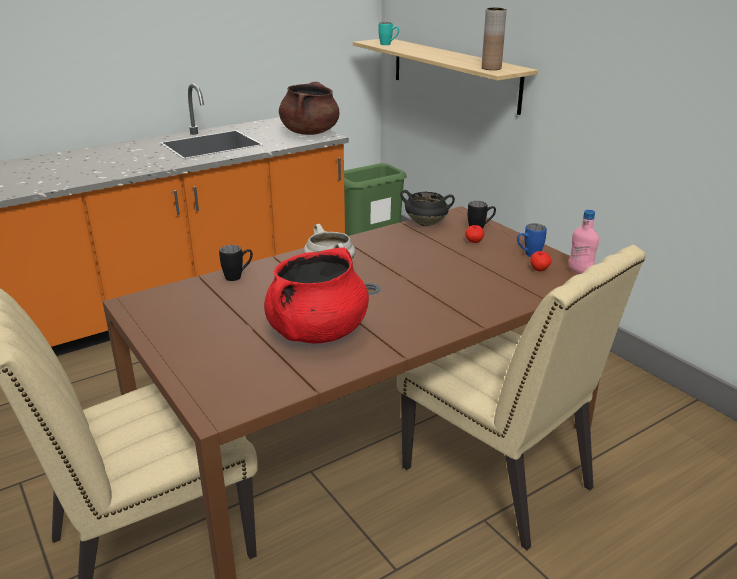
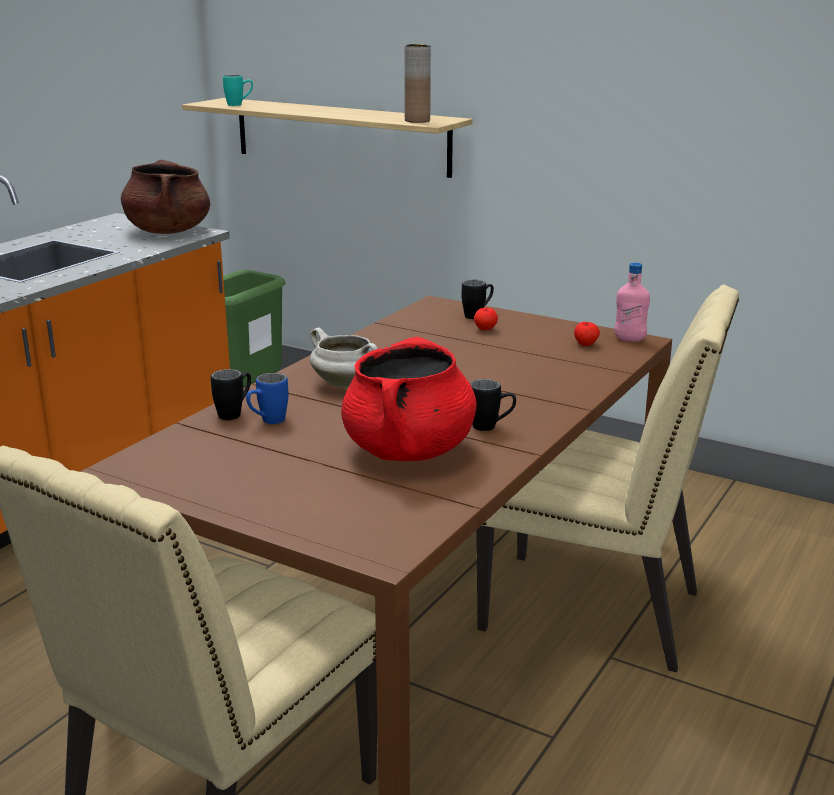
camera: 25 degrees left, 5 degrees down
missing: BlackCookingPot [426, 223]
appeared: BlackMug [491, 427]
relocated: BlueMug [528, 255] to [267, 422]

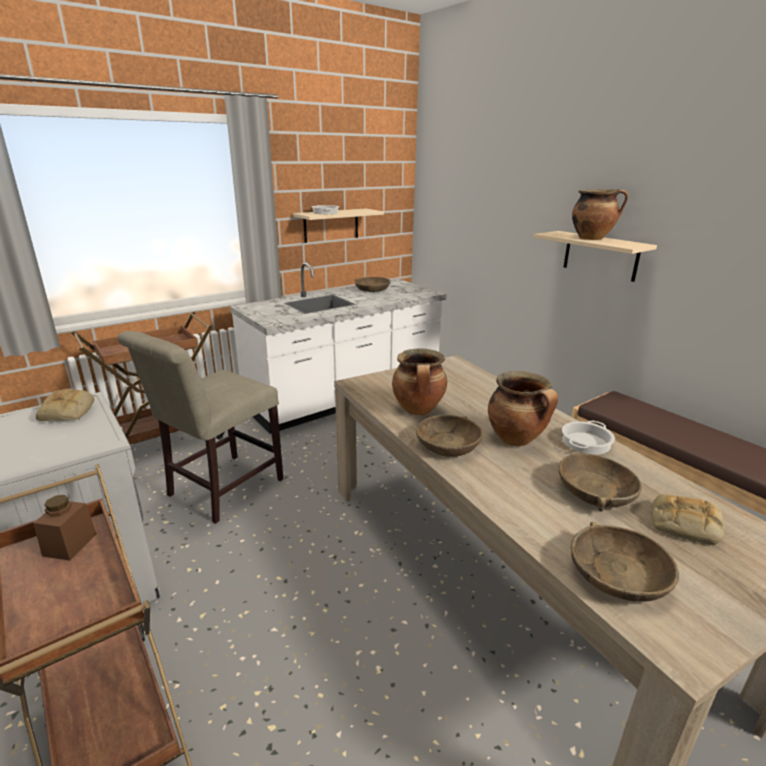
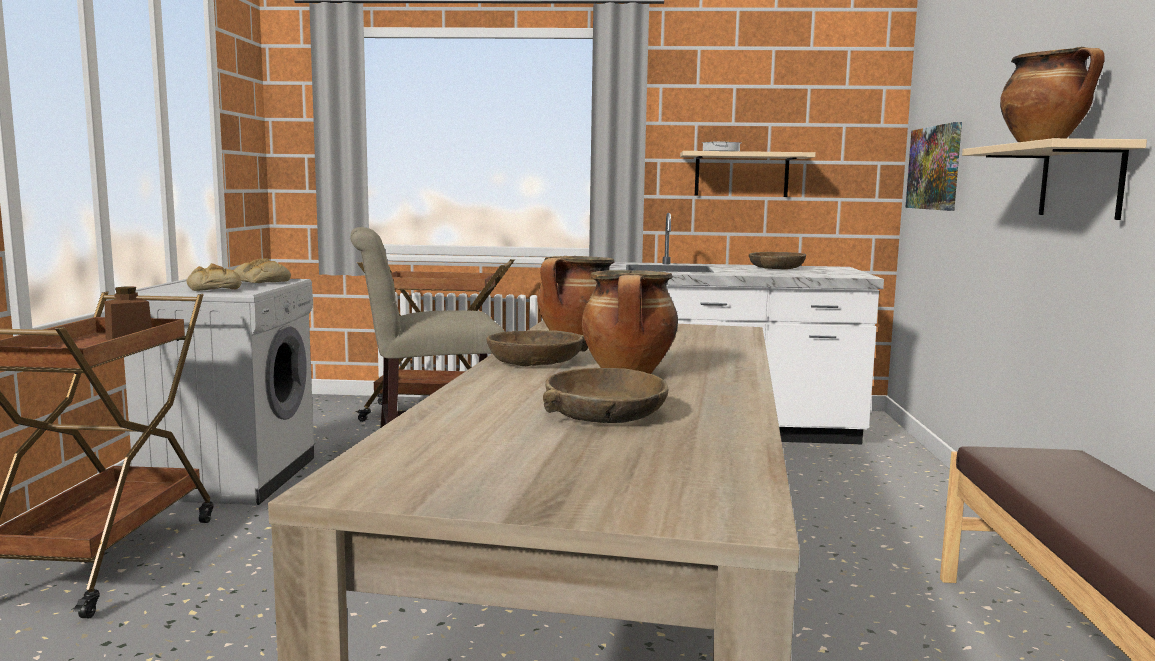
camera: 40 degrees right, 15 degrees down
missing: CookingPot [586, 443]; BrownBowl [617, 574]
appeared: Picture [935, 168]
relocated: Bread [683, 524] to [214, 288]

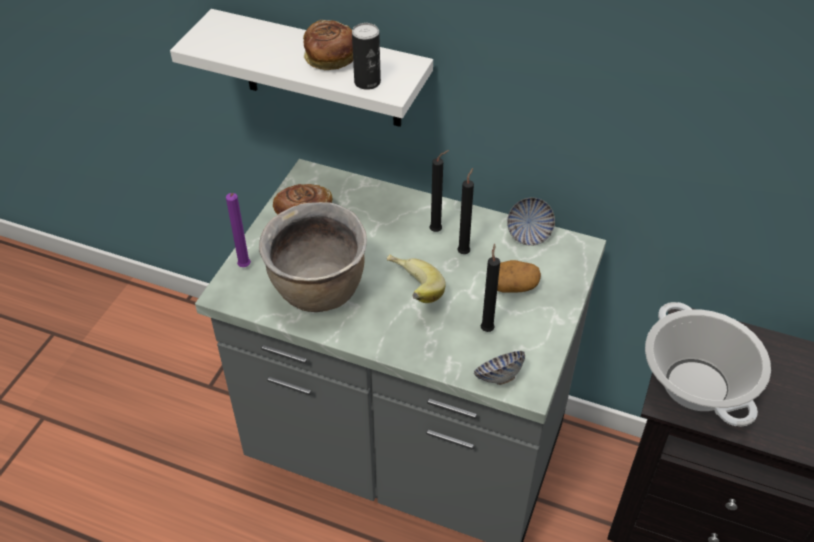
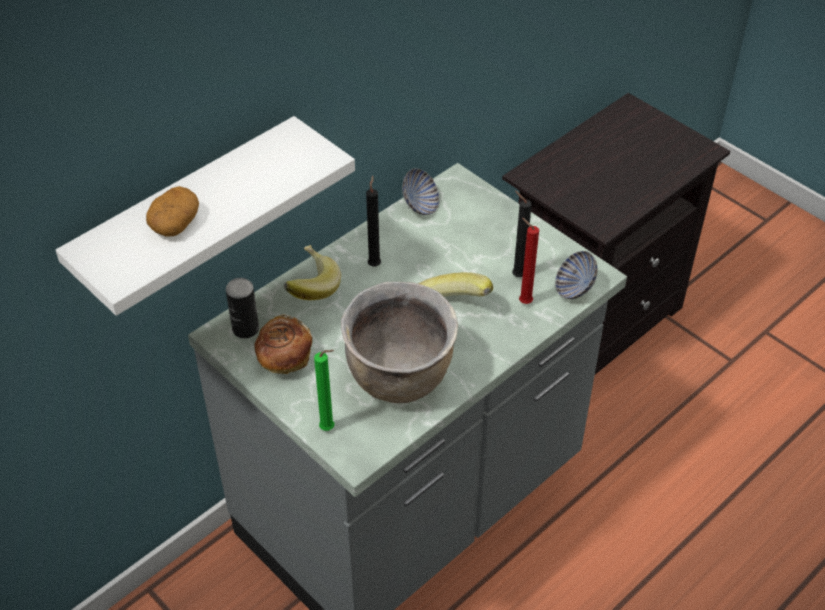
camera: 65 degrees left, 0 degrees up
missing: Bread [330, 59]; BlackCandle [464, 252]; CookingPot [695, 384]
appeared: Banana [308, 287]; RedCandle [523, 302]
relocated: Can [367, 82] to [245, 329]; Potato [514, 285] to [175, 223]
colour: PurpleCandle [244, 268] to GreenCandle [329, 429]

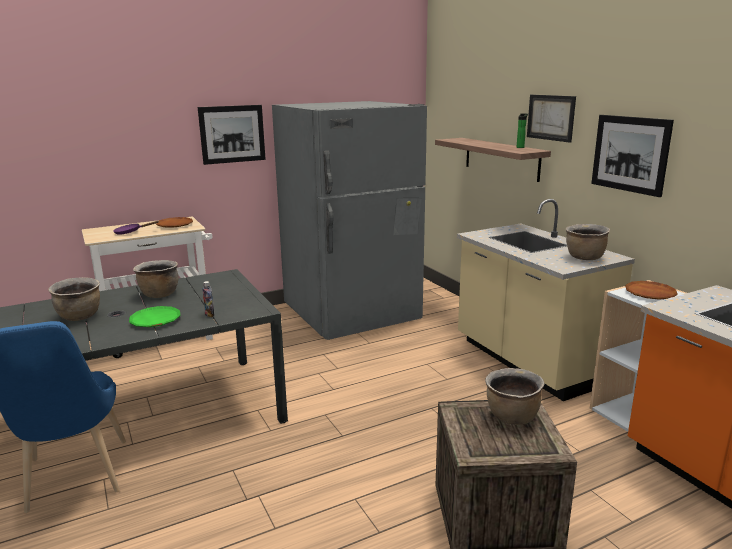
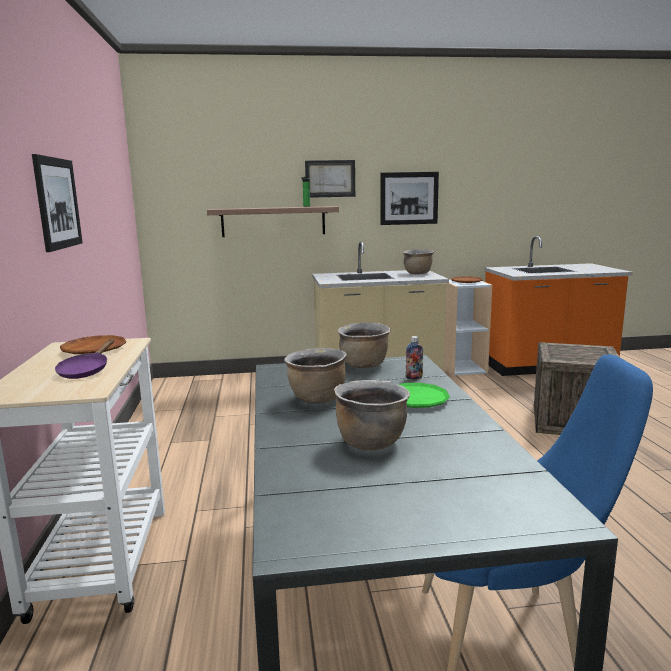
camera: 70 degrees left, 5 degrees down
missing: GreyFridge [352, 312]
relocated: BrownCookingPot [511, 417] to [364, 365]

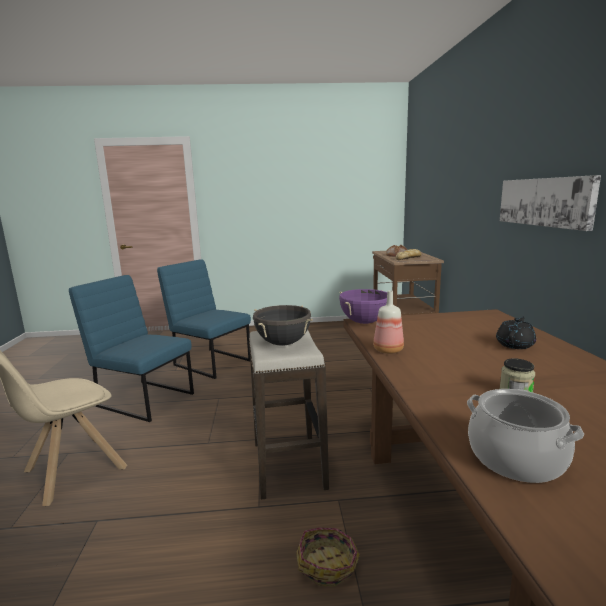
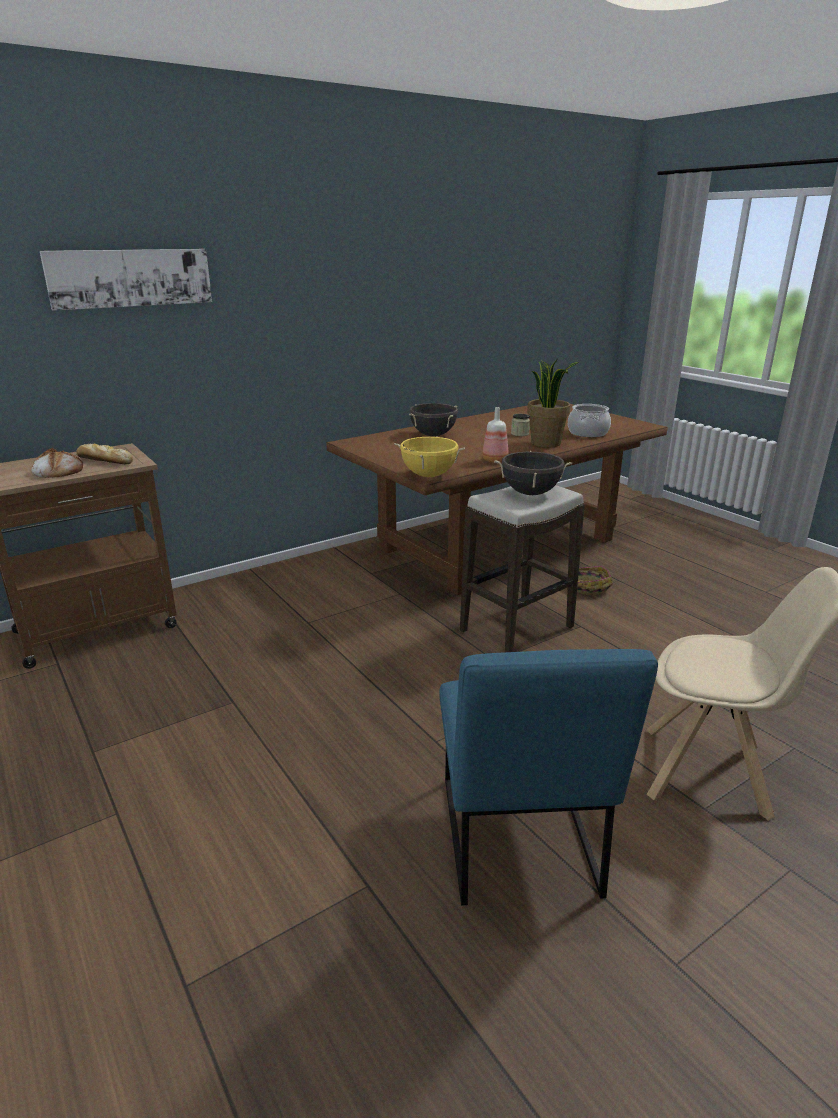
camera: 120 degrees left, 10 degrees up
missing: BlueChair [211, 362]
appeared: PottedPlant [546, 443]
relocated: Picture [544, 202] to [130, 278]
exchanged: BlackTeapot [515, 344] to BlackCookingPot [433, 435]
colour: PurpleCookingPot [364, 322] to YellowCookingPot [429, 475]

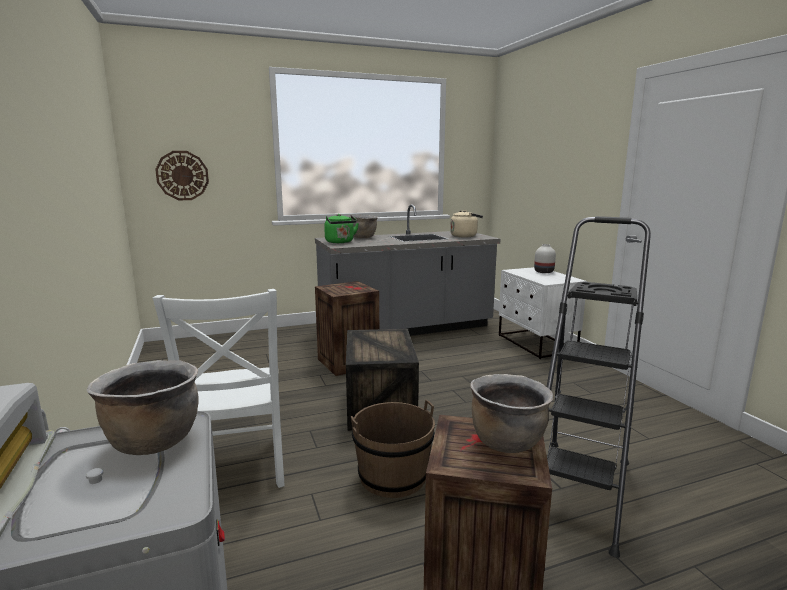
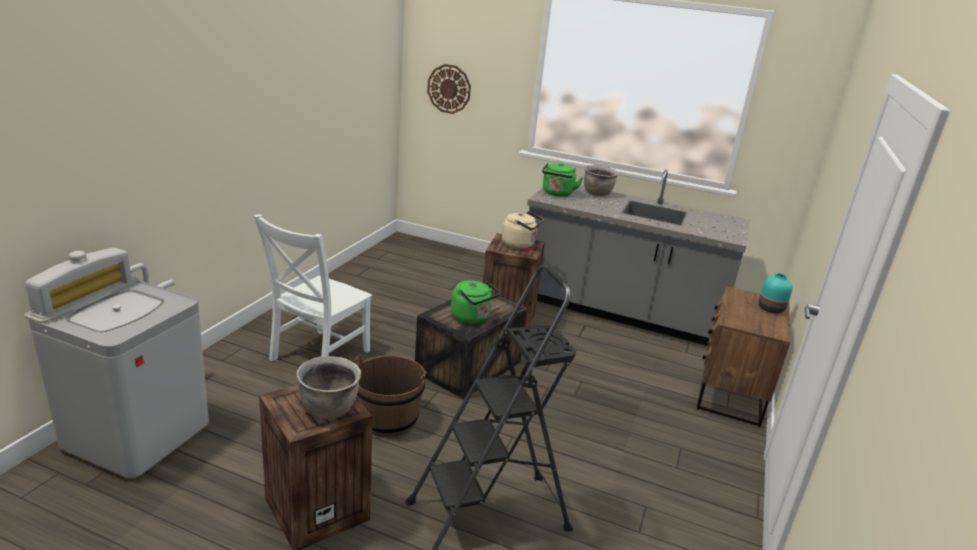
camera: 40 degrees right, 10 degrees up
missing: BrownCookingPot [153, 441]
appeared: GreenKettle [472, 318]
relocated: BeigeKettle [465, 236] to [520, 245]
colour: WhiteNightstand [536, 344] to BrownNightstand [729, 393]; WhiteVase [543, 272] to TurquoiseVase [770, 309]

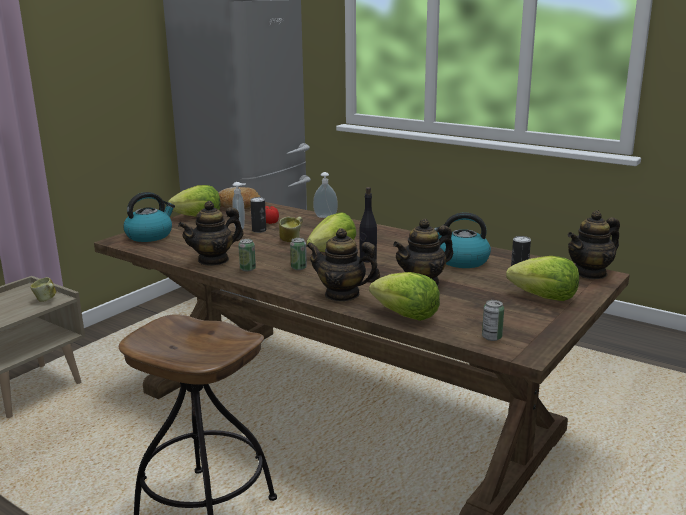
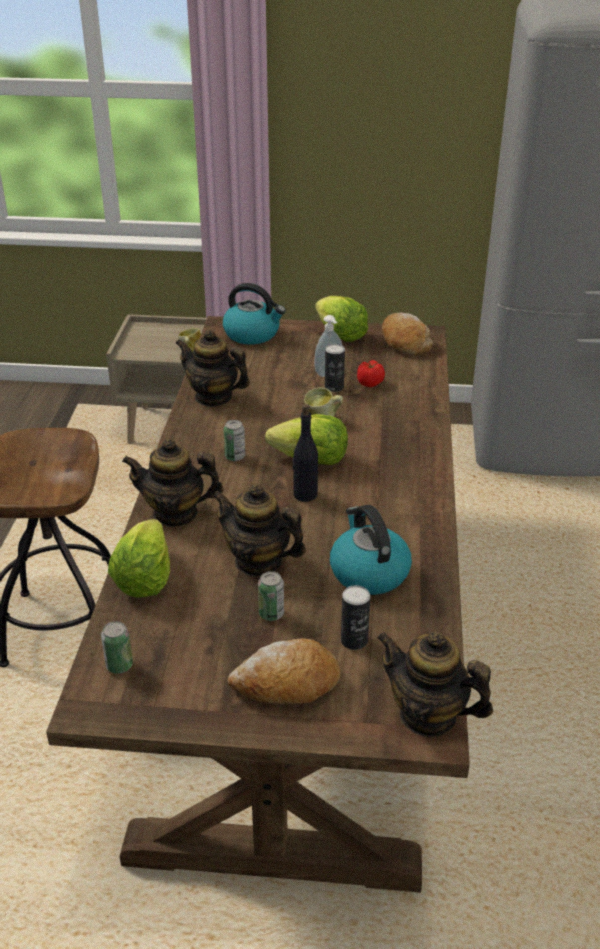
camera: 60 degrees right, 15 degrees up
missing: SoapDispenser [325, 216]
relocated: Can [247, 269] to [271, 614]
exchanged: Lettuce [544, 297] to Bread [286, 684]
spun: Teapot [342, 295] = [175, 513] 75 degrees counterclockwise

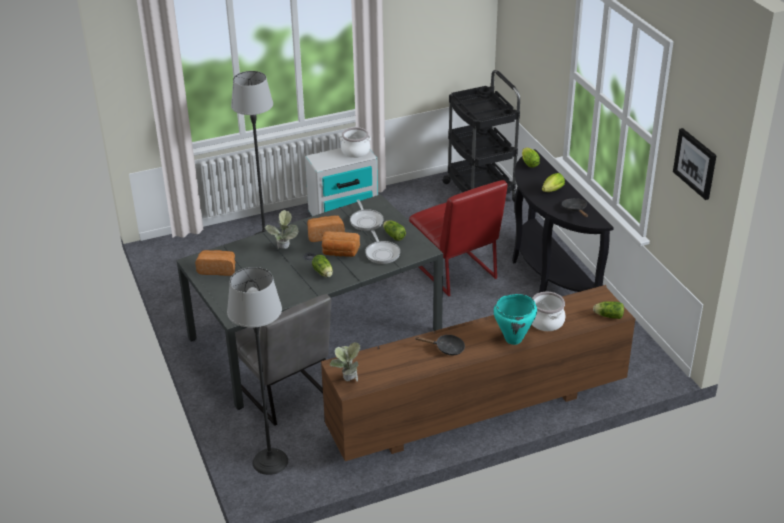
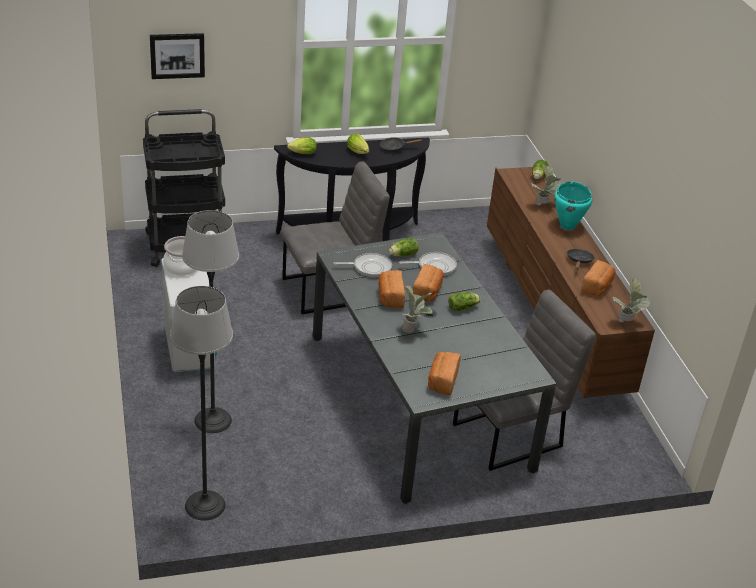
camera: 85 degrees left, 0 degrees up
appeared: Bread [597, 287]
relocated: FloorLamp [270, 461] to [205, 505]; Picture [695, 163] to [177, 55]
exchanged: CookingPot [546, 321] to PottedPlant [543, 205]
colour: RedChair [455, 271] to GreyChair [330, 290]

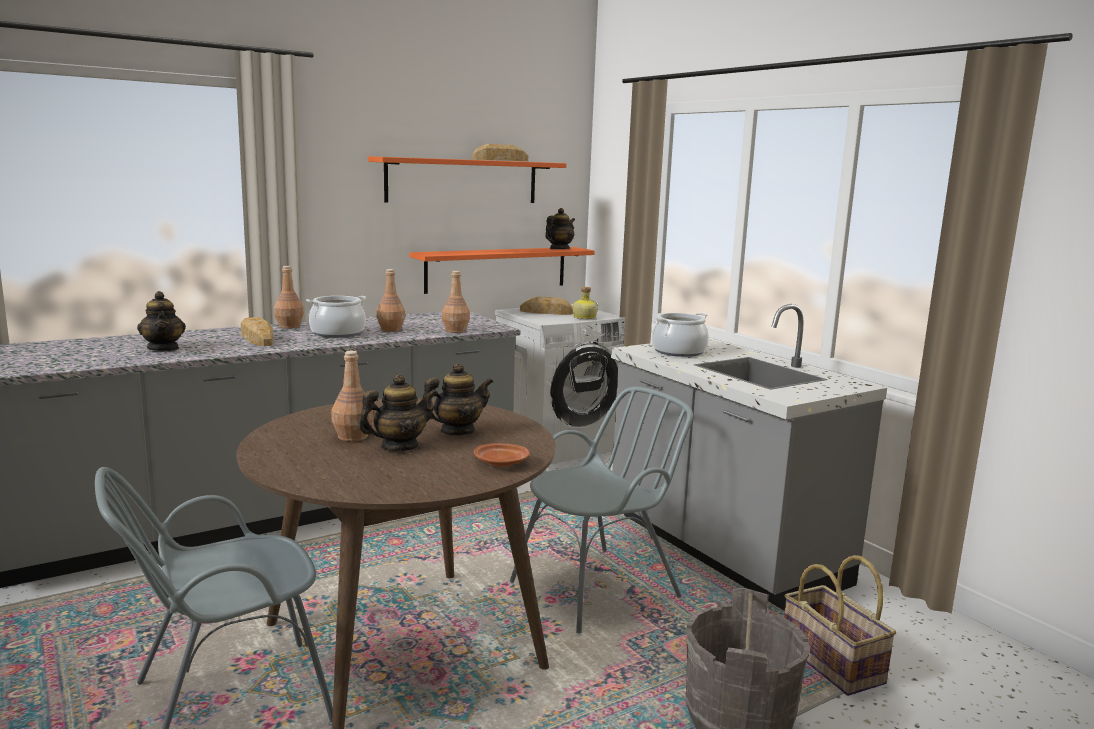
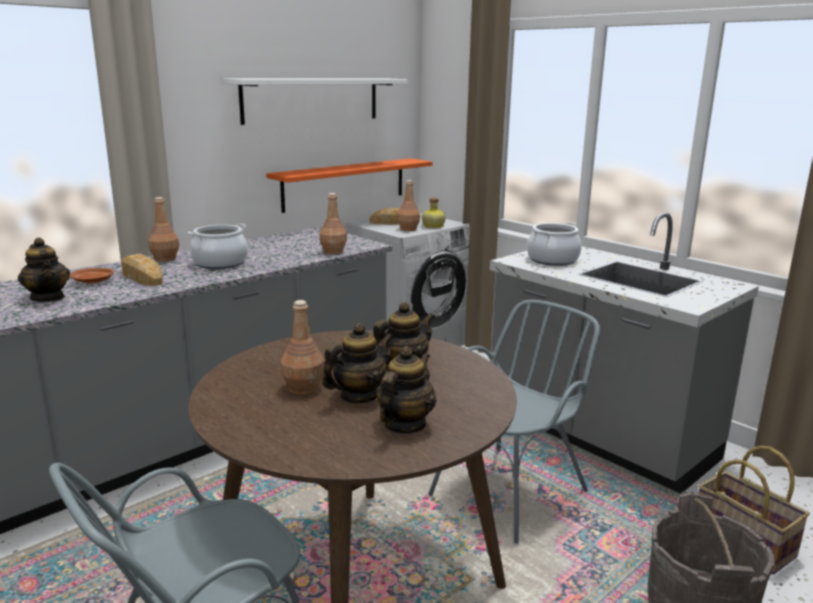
camera: 10 degrees left, 5 degrees up
missing: Bread [500, 160]
relocated: BrownBottle [390, 329] to [408, 229]; BrownPlate [502, 463] to [93, 281]; Teapot [559, 249] to [404, 425]
colour: OrangeShelf [463, 181] to WhiteShelf [312, 100]

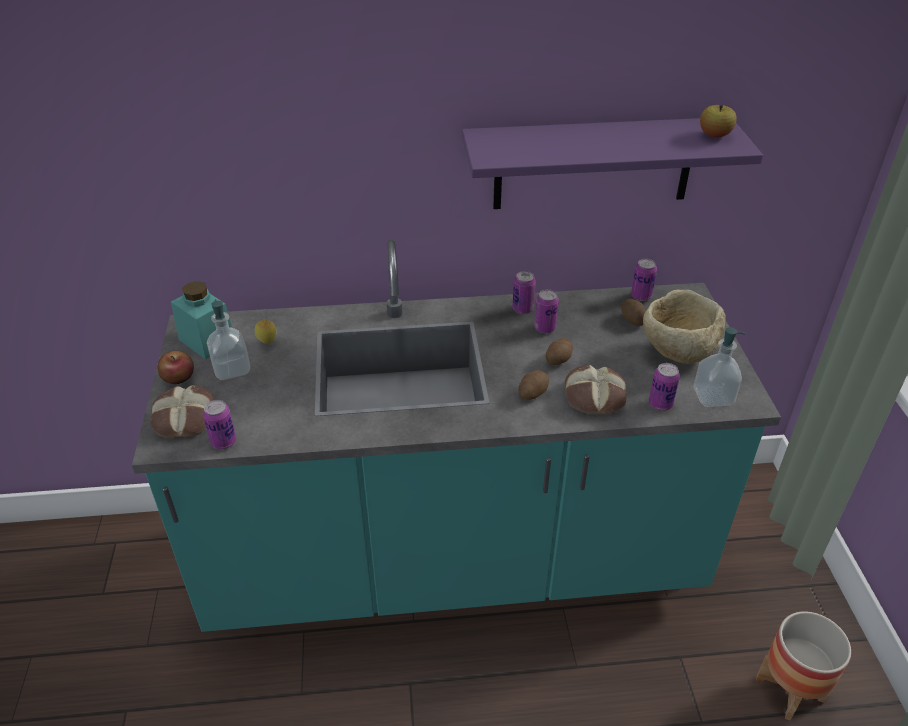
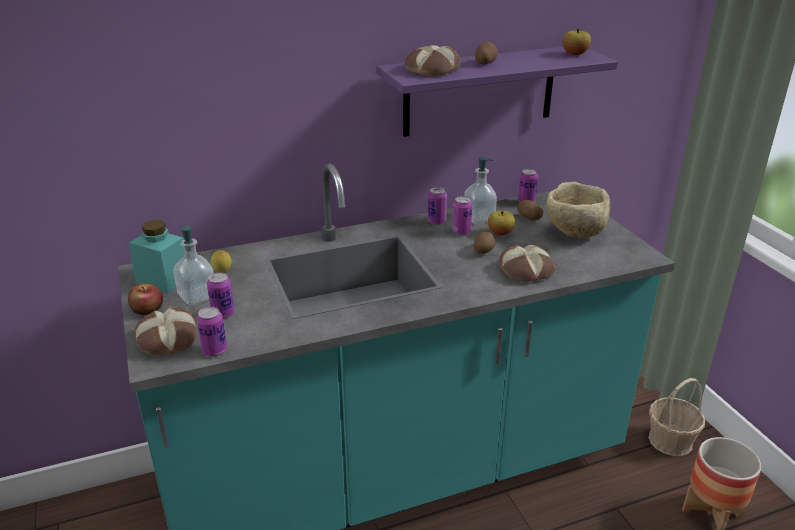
camera: 15 degrees left, 10 degrees down
appeared: Bread [431, 69]; Apple [500, 233]; Basket [670, 440]
relocated: Potato [532, 393] to [485, 62]; Can [660, 404] to [223, 314]; SoapDispenser [713, 397] to [479, 218]

